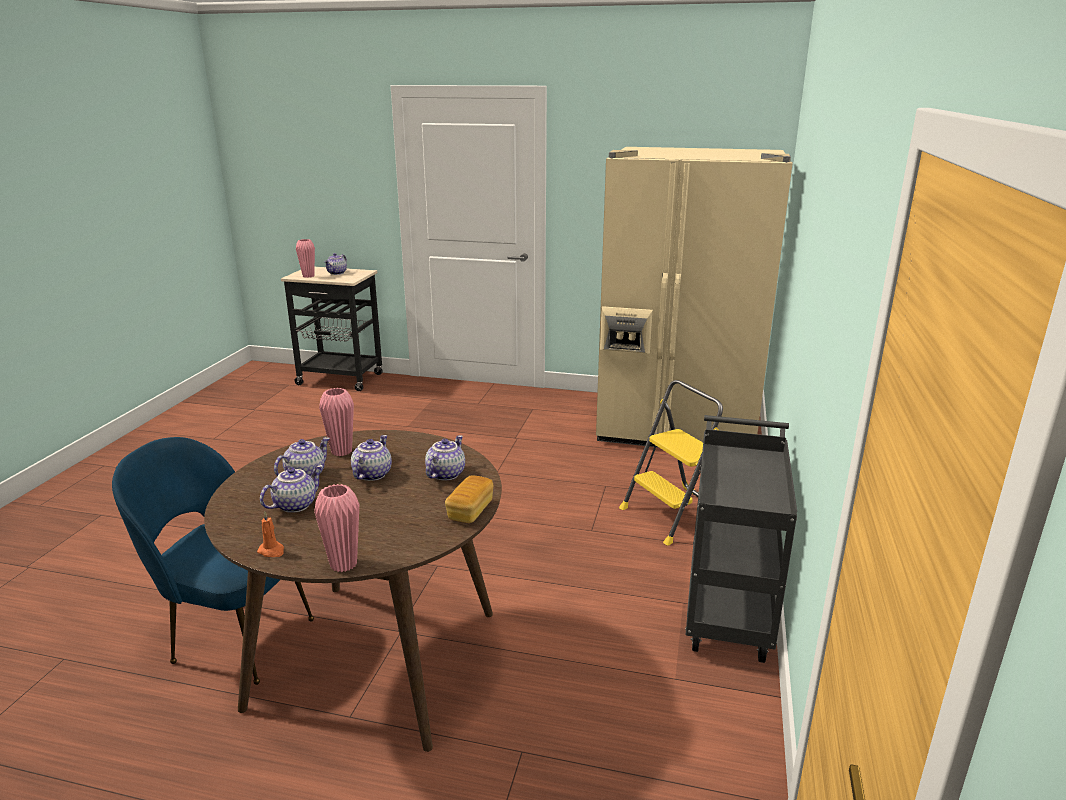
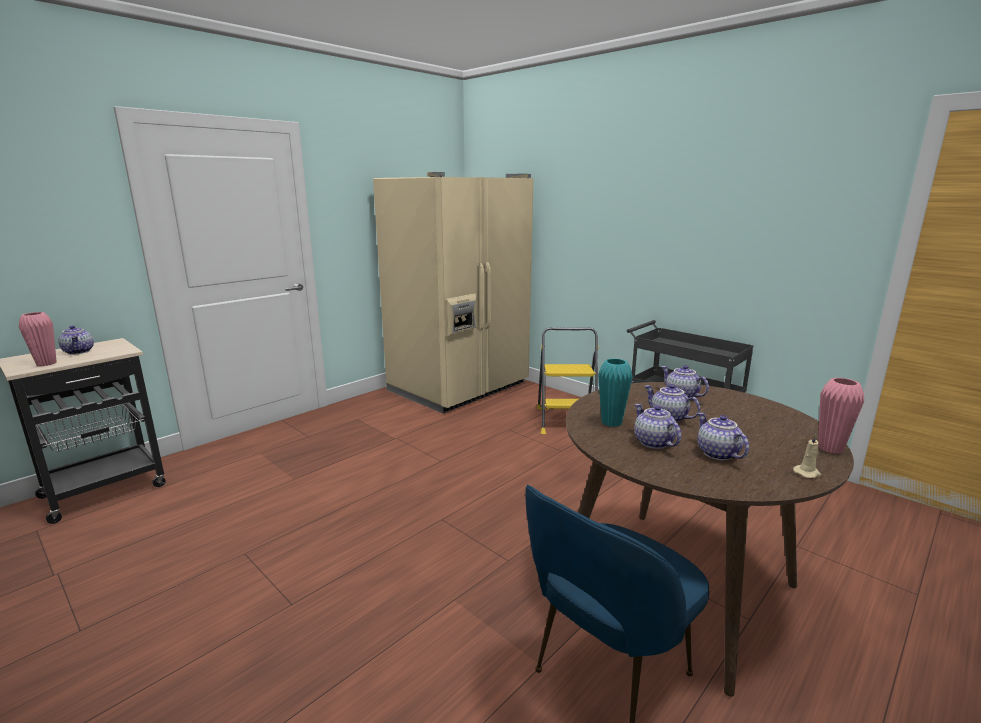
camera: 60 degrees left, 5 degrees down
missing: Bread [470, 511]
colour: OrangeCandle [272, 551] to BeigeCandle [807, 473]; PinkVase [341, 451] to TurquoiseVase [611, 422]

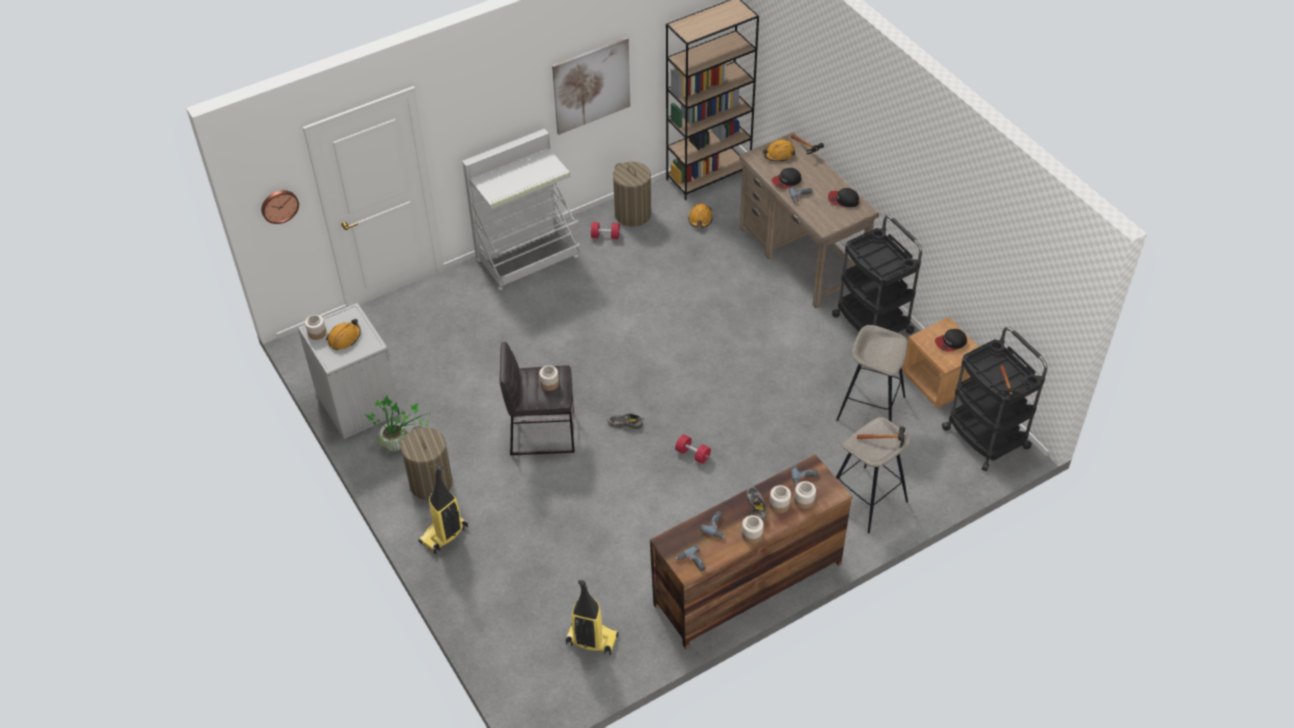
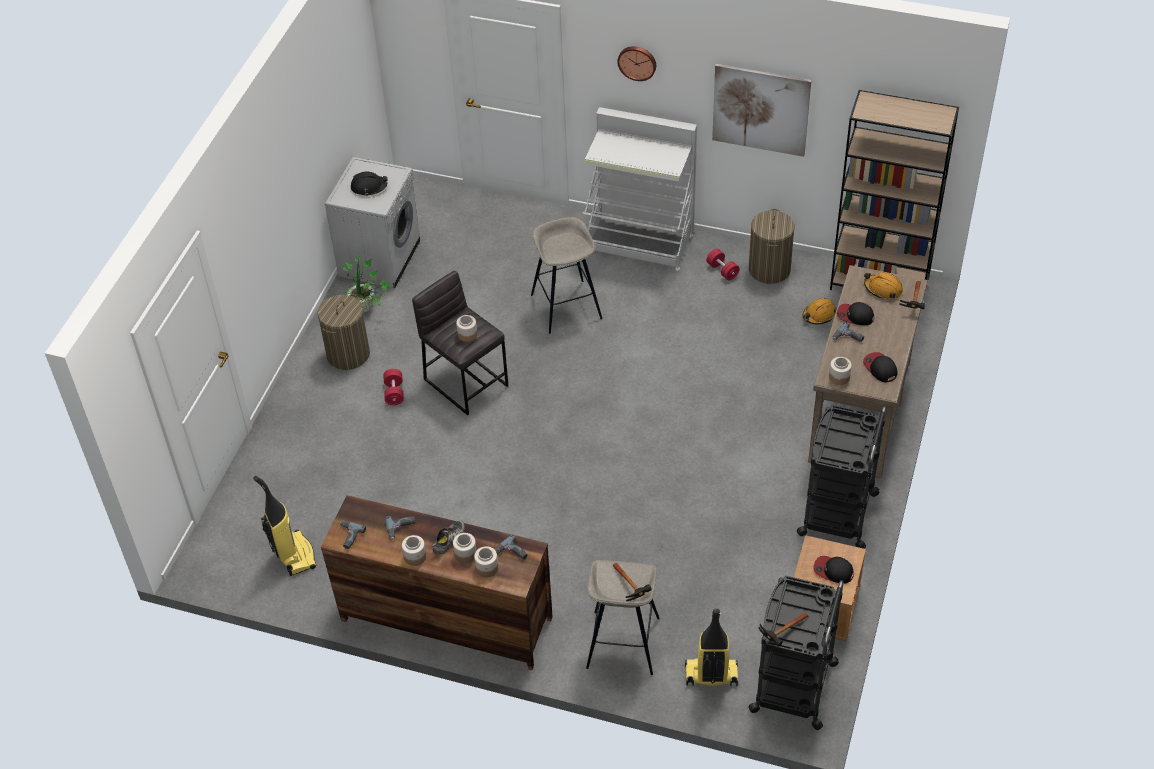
camera: 50 degrees right, 0 degrees up
missing: Shoe [626, 423]
relocated: WallClock [279, 205] to [637, 62]; Jar [317, 333] to [839, 377]; VacuumCleaner [444, 535] to [710, 675]; RedDumbbell [692, 454] to [394, 393]; GreyStool [870, 408] to [566, 306]
colour: OrangeHardHat [344, 338] to BlackHardHat [369, 187]

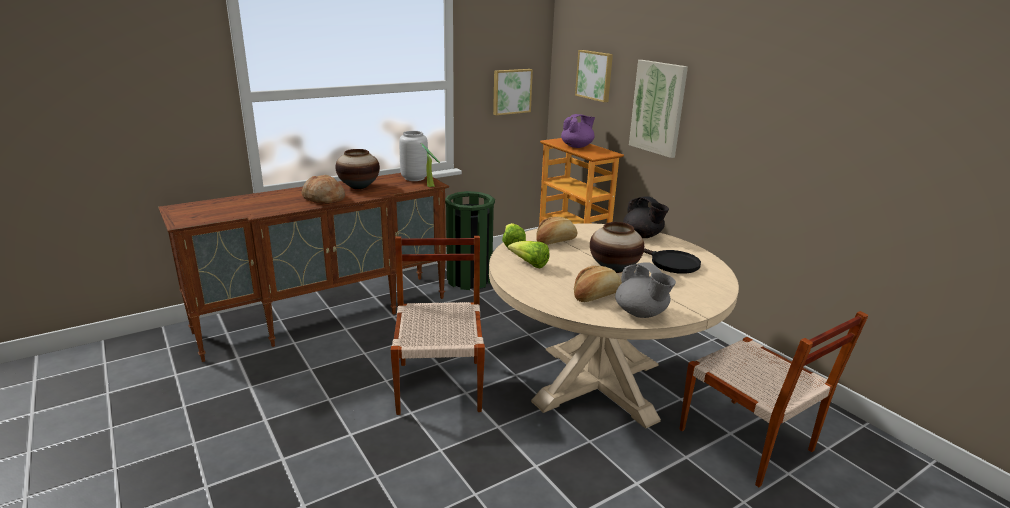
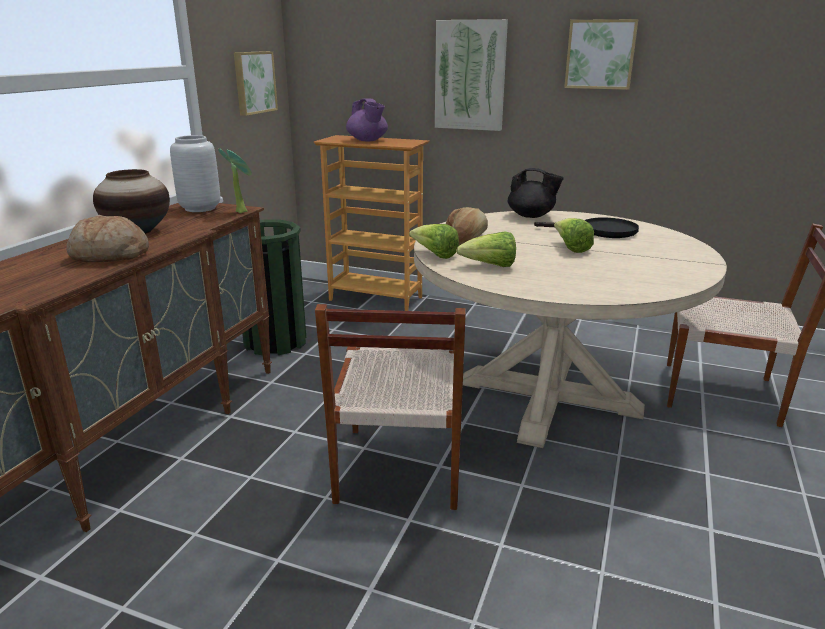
camera: 35 degrees left, 0 degrees up
missing: Bread [596, 295]; GreyTeapot [641, 313]
relocated: Picture [595, 75] to [600, 54]
exchanged: Vase [613, 269] to Lettuce [571, 248]
spun: Chair [440, 385] = [399, 470] 135 degrees counterclockwise; PurpleTeapot [577, 146] = [367, 140] 135 degrees clockwise

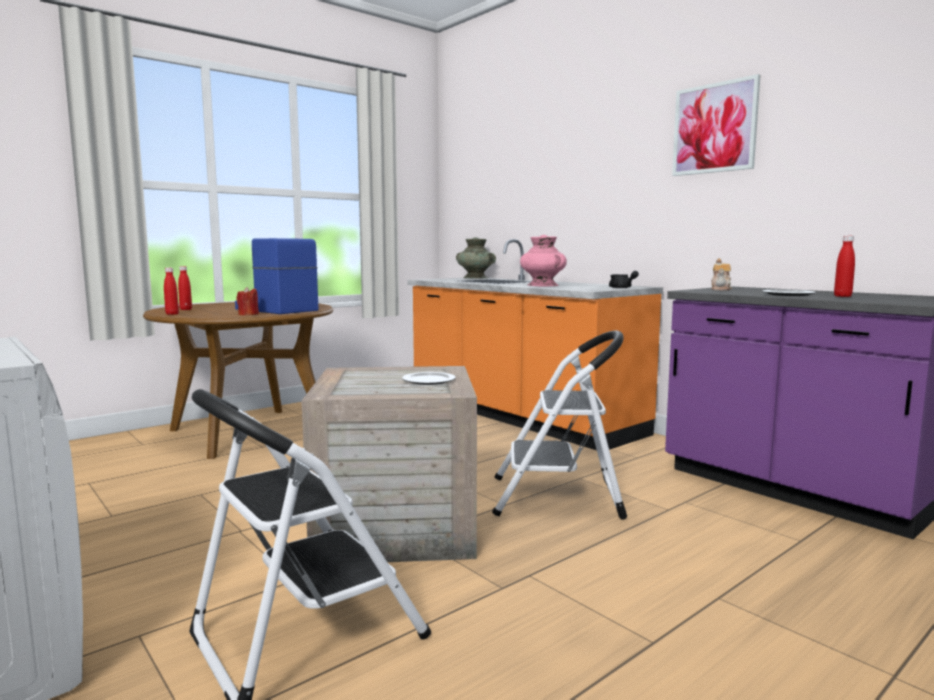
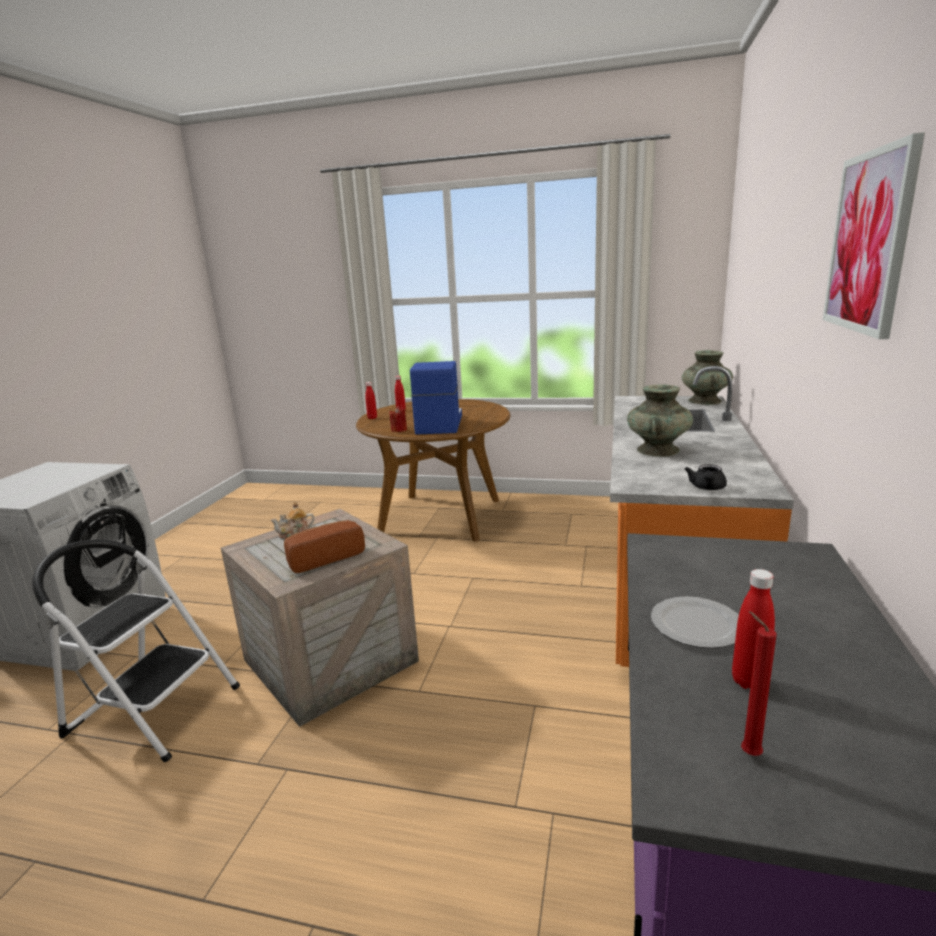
camera: 55 degrees right, 10 degrees up
missing: StepLadder [561, 498]
appeared: RedCandle [747, 753]
relocated: Teapot [720, 289] to [294, 534]
exchanged: Plate [429, 380] to Bread [324, 557]
colour: PinkVase [543, 285] to TurquoiseVase [657, 450]

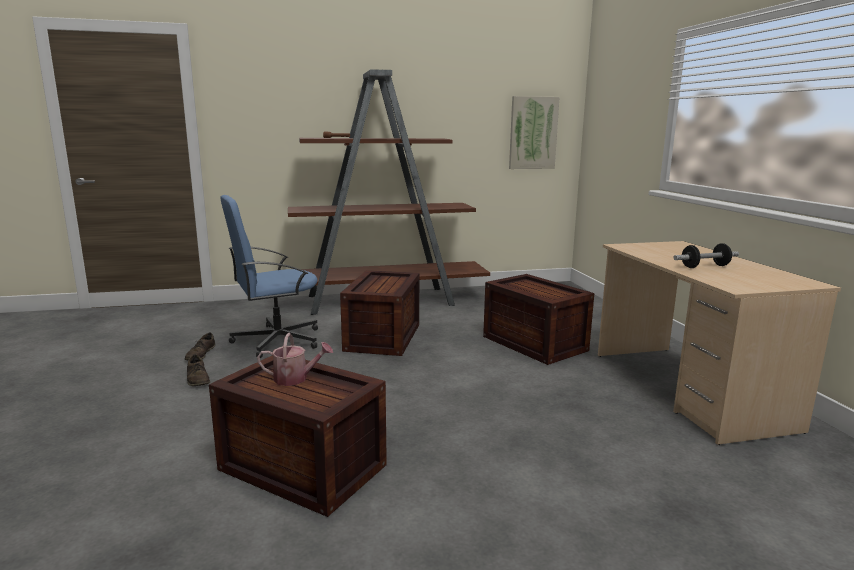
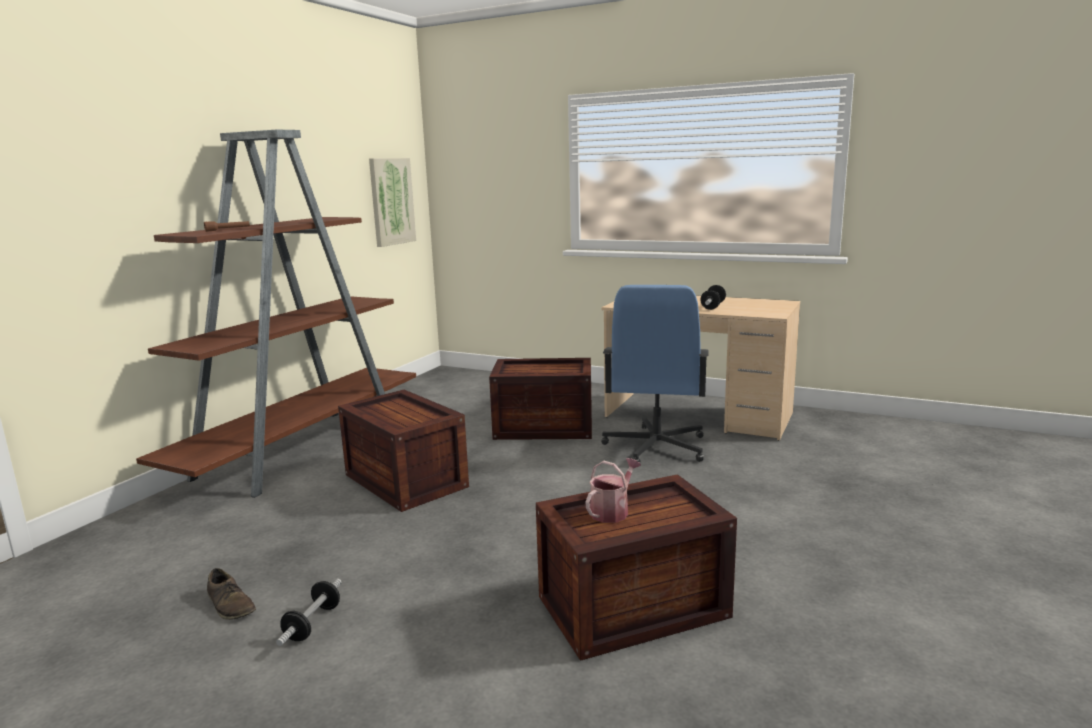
camera: 50 degrees left, 0 degrees up
relocated: BlueOfficeChair [276, 340] to [655, 447]
exchanged: BrownShoe [198, 378] to Dumbbell [312, 624]

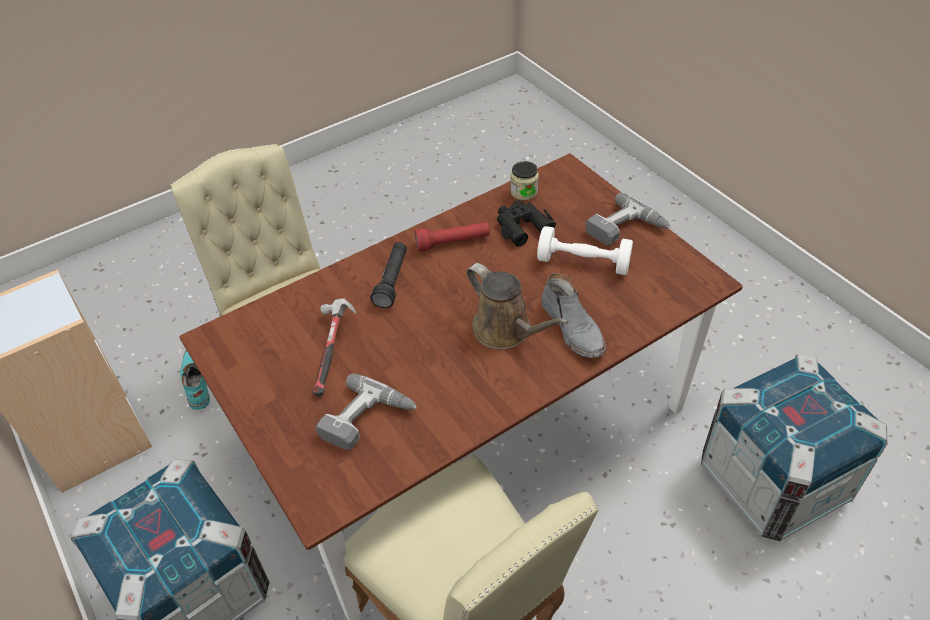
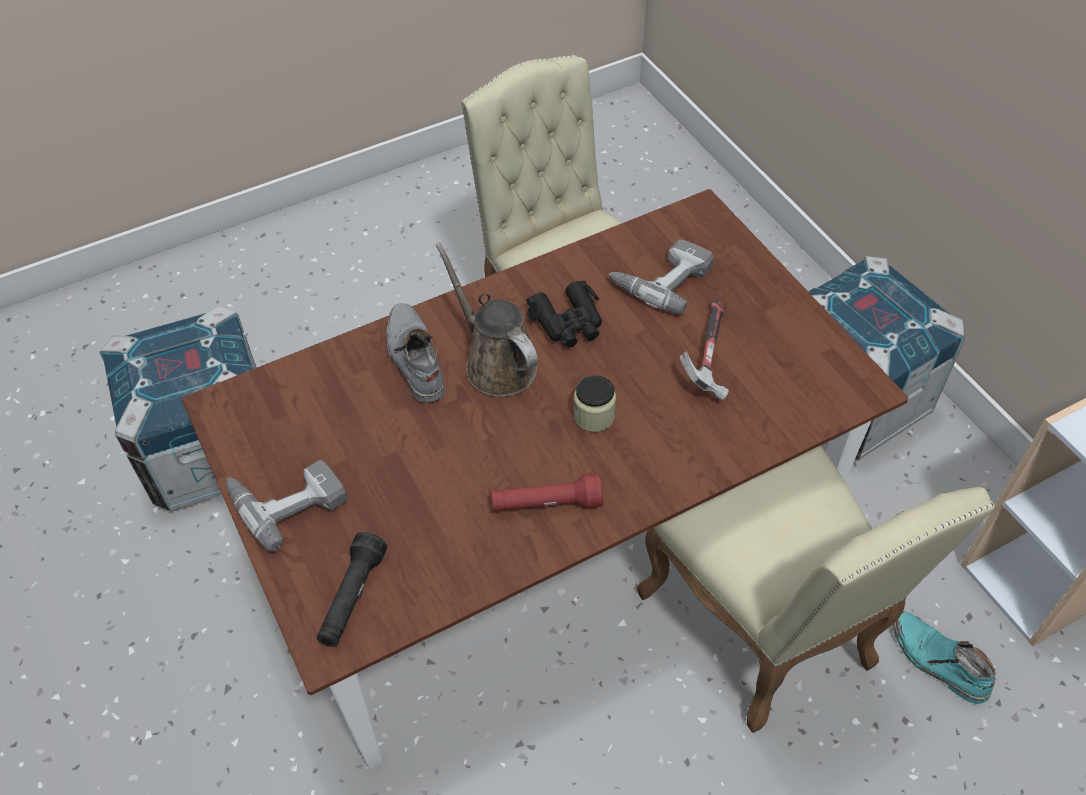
camera: 175 degrees left, 5 degrees up
missing: WhiteDumbbell [583, 263]
relocated: BlackFlashlight [392, 281] to [352, 598]; BlackBinoculars [522, 226] to [568, 322]; Jar [524, 192] to [594, 416]
spun: TurquoiseBoot [196, 381] = [937, 661] 150 degrees clockwise

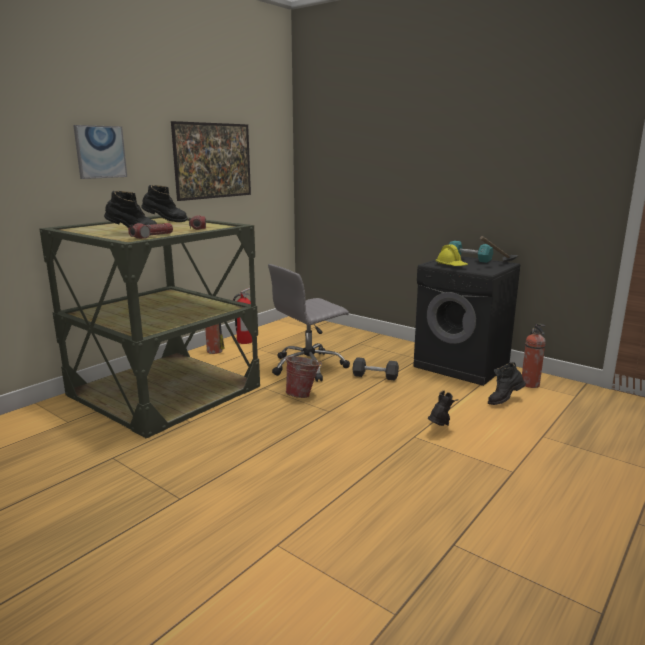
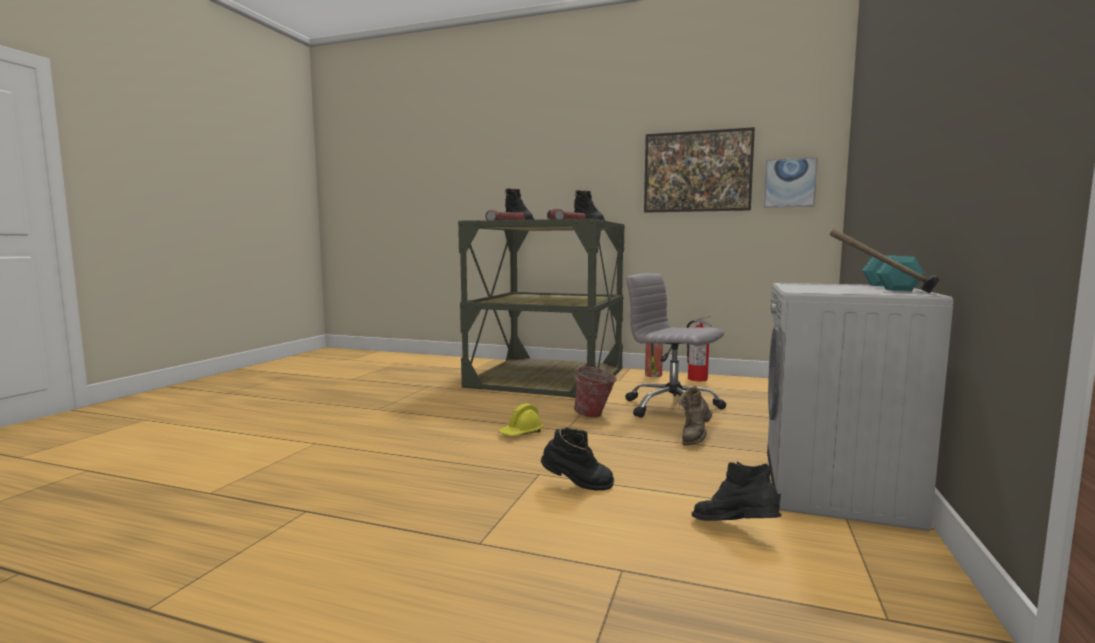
camera: 70 degrees right, 10 degrees down
missing: FireExtinguisher [530, 384]
relocated: Picture [100, 152] to [789, 183]; YellowHardHat [451, 266] to [521, 433]
exchanged: BlackDumbbell [375, 376] to BrownBoot [694, 438]
colour: BlackWashingMachine [460, 367] to WhiteWashingMachine [831, 487]

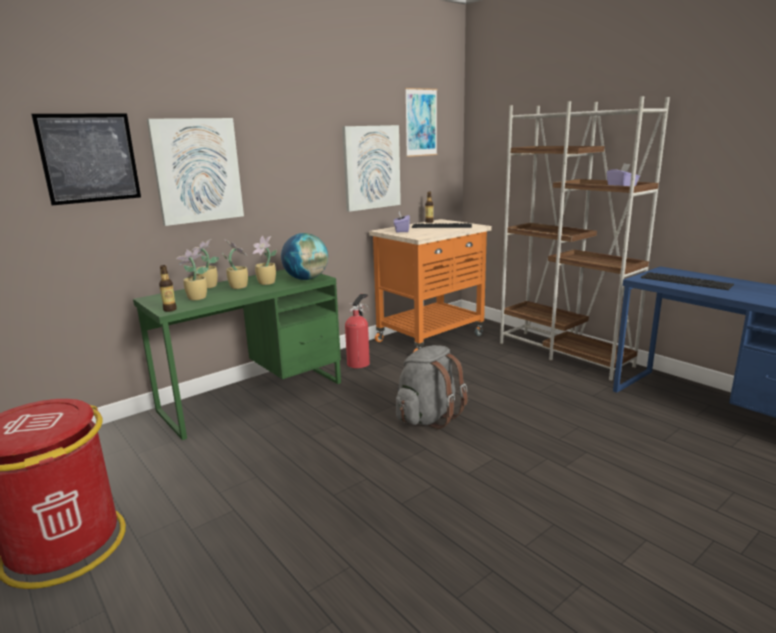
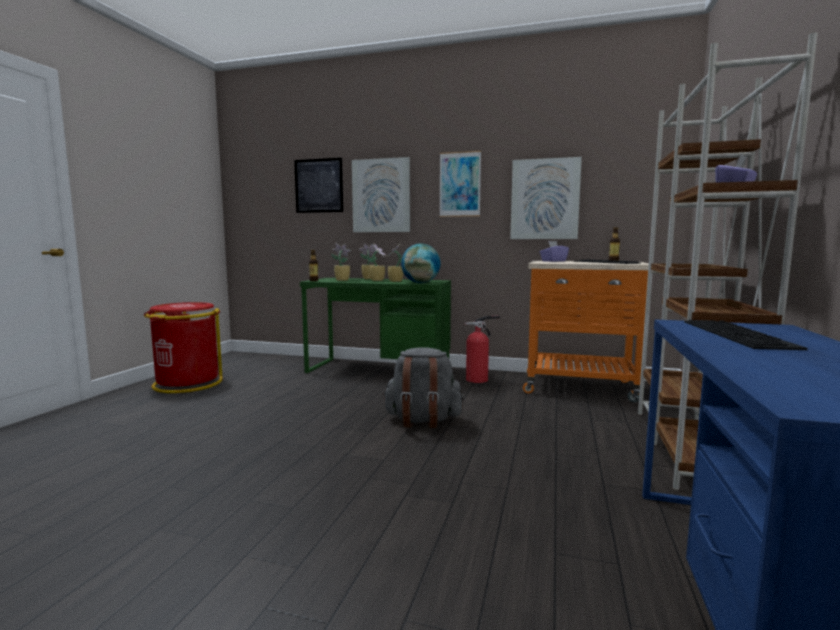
camera: 55 degrees right, 10 degrees down
relocated: Picture [421, 122] to [460, 184]

